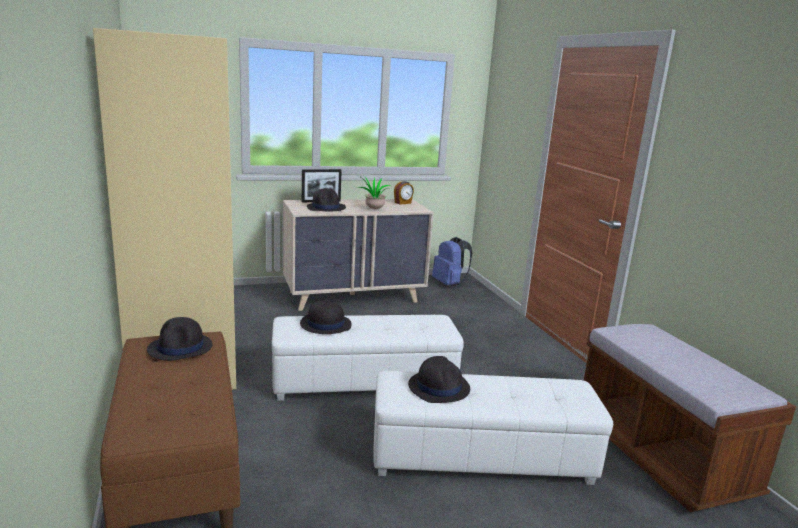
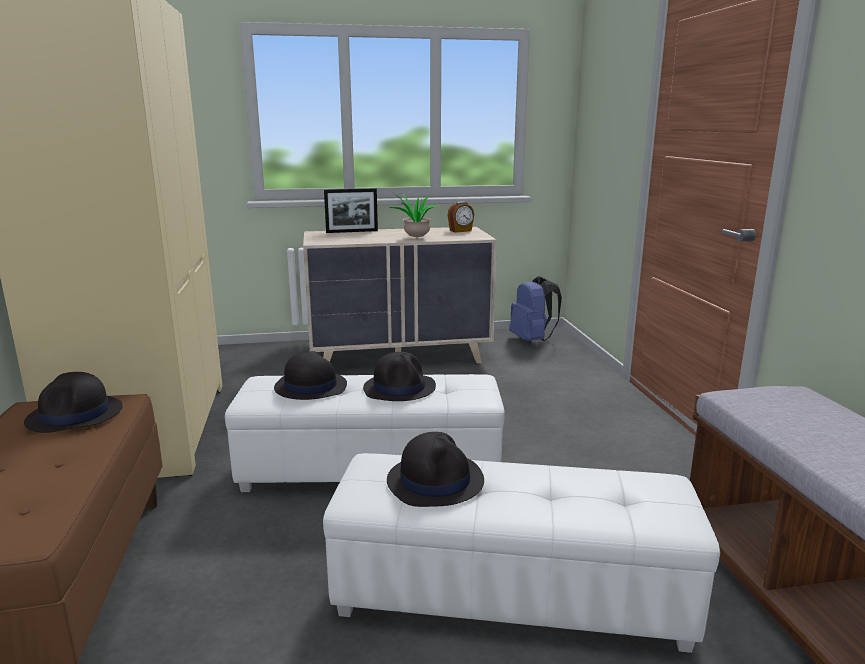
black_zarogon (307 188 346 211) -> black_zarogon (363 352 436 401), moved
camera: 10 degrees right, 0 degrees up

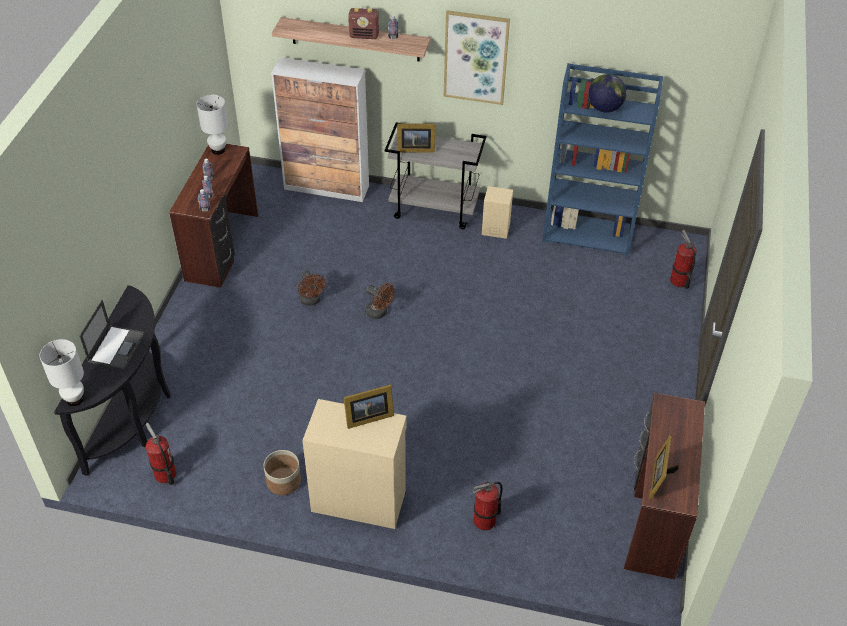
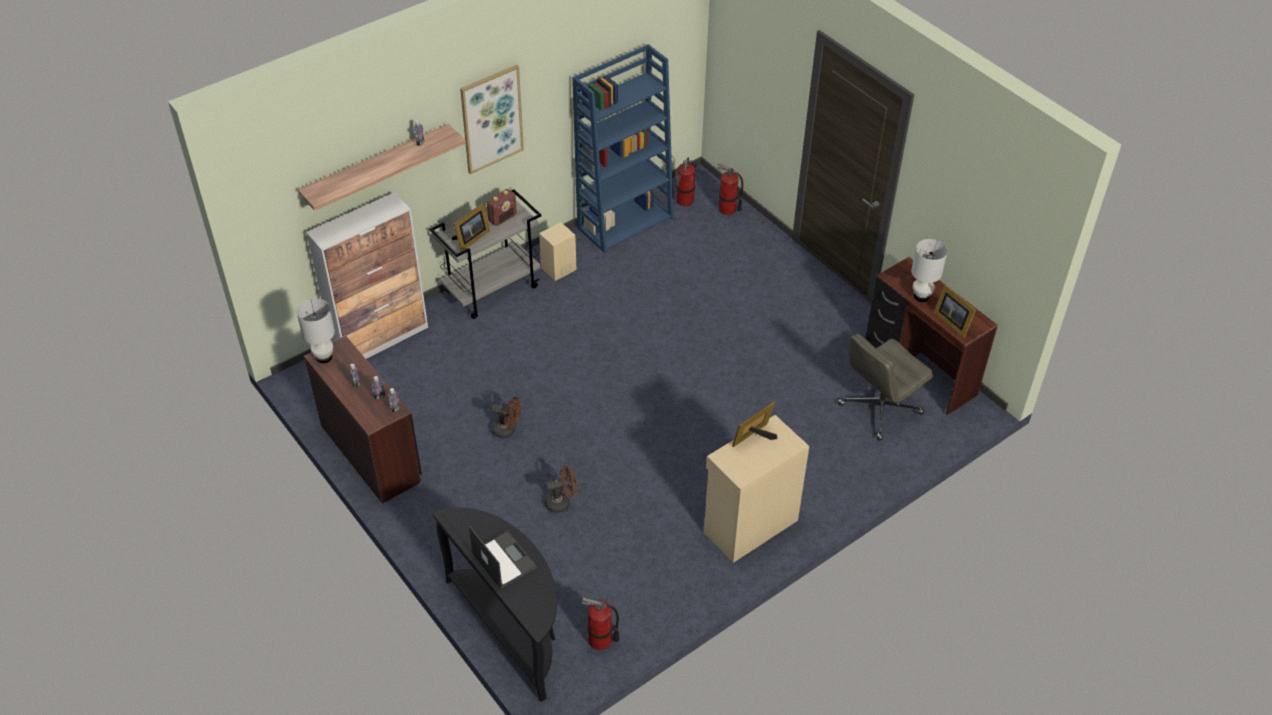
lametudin (348 8 379 39) -> lametudin (487 189 517 226), moved
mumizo (588 74 626 113) -> none
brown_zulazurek (365 283 394 319) -> brown_zulazurek (545 466 577 513), moved
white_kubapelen (40 339 84 406) -> white_kubapelen (911 239 948 302), moved
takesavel (343 384 394 429) -> takesavel (732 402 777 447), 150 degrees counterclockwise
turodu (264 450 301 495) -> none
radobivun (473 481 503 530) -> radobivun (676 158 695 206), moved
none -> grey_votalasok (838 334 933 440)
camera: 50 degrees left, 0 degrees up

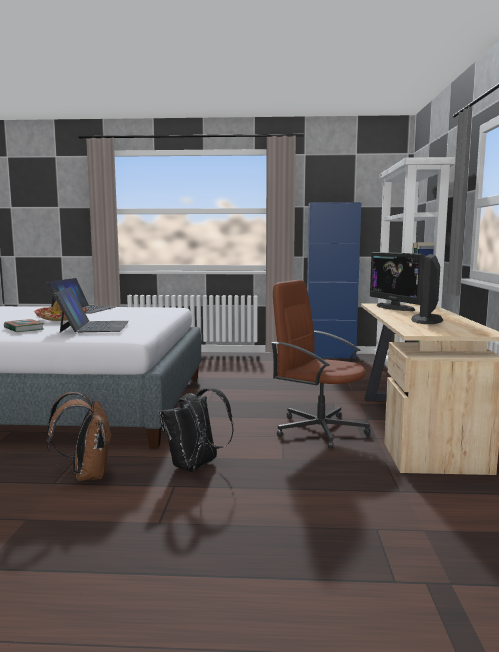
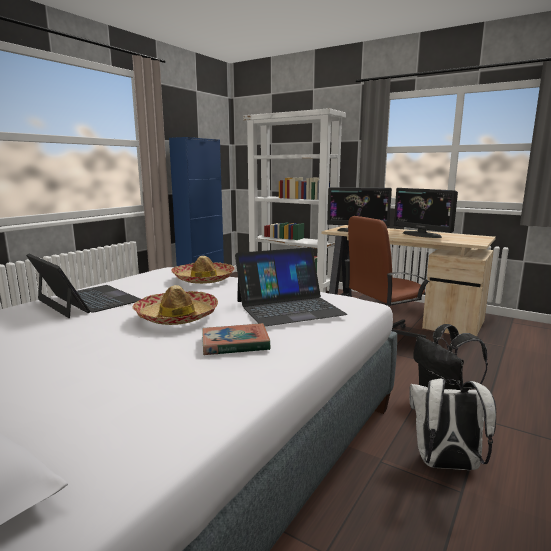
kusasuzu (53 287 129 333) -> kusasuzu (235 247 347 326), 135 degrees clockwise
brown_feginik (47 392 112 481) -> white_feginik (410 378 496 470)
none -> zarogon (171 256 234 284)
camera: 60 degrees left, 5 degrees up

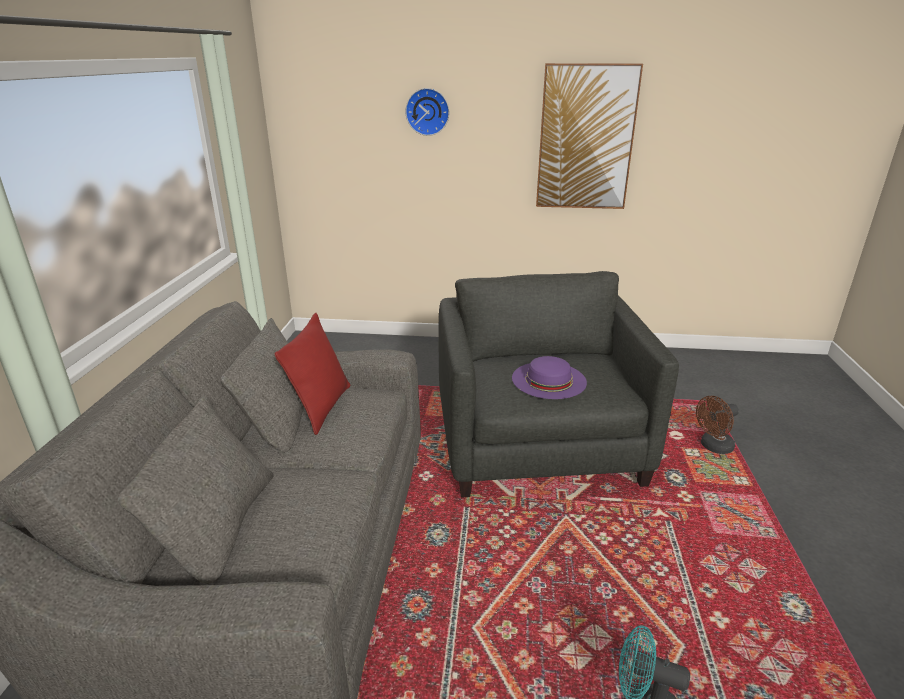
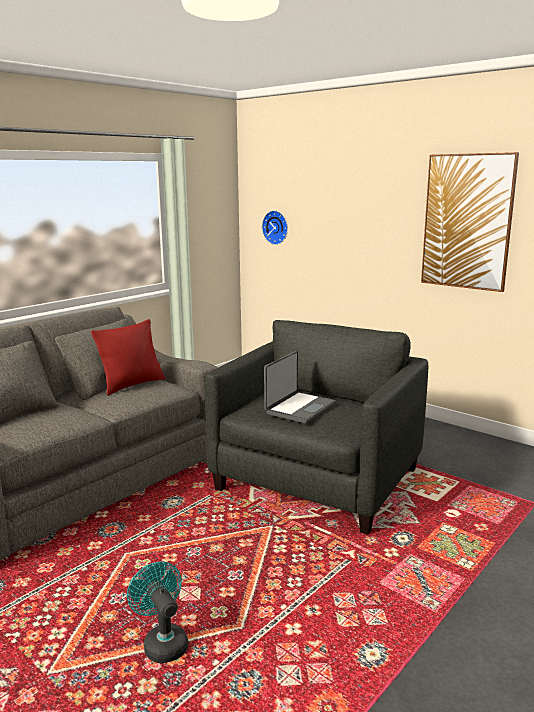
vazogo (405 88 449 136) -> vazogo (262 210 288 245), moved
purple_zarogon (512 356 587 399) -> kusasuzu (264 351 336 423)
brown_zulazurek (696 396 739 454) -> none
camera: 35 degrees right, 10 degrees down

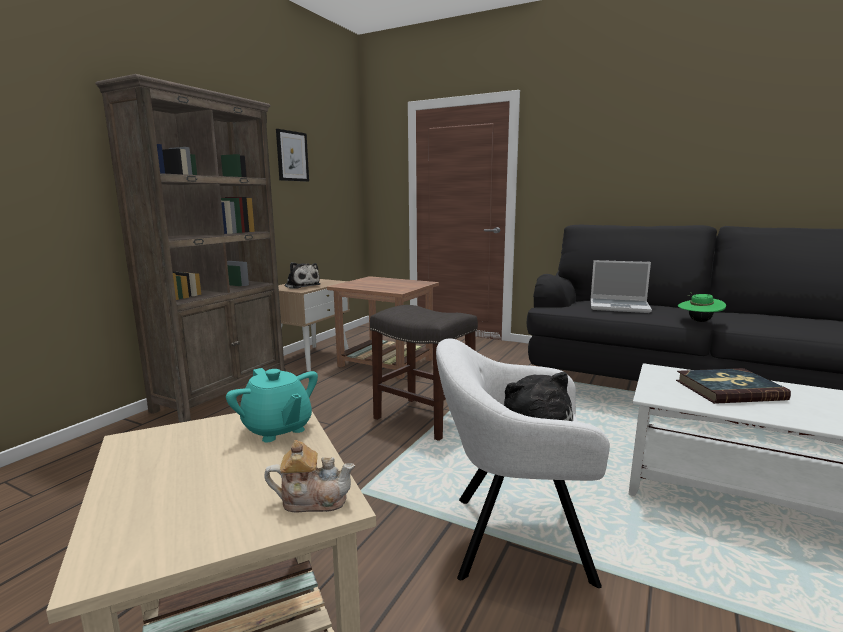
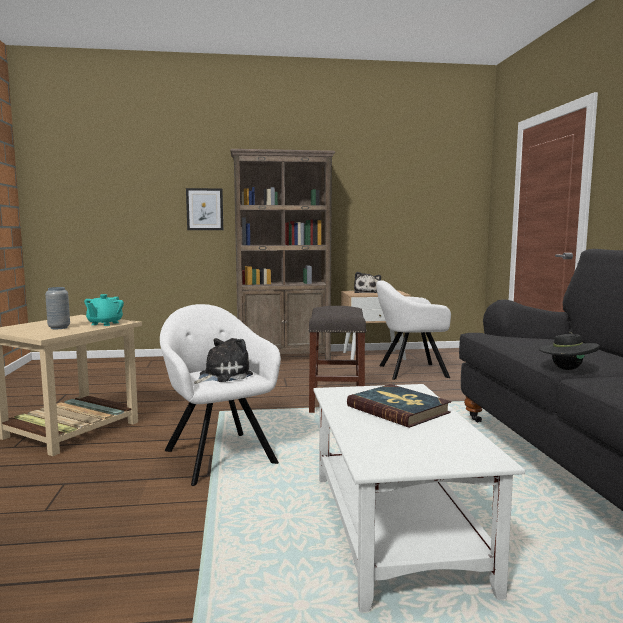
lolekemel (276 129 309 182) -> lolekemel (186 188 223 230), moved
kusasuzu (591 260 652 313) -> none
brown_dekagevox (327 276 439 379) -> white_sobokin (376 280 451 380)
green_zarogon (678 292 726 322) -> black_zarogon (539 331 599 370)
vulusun (264 440 355 513) -> none
none -> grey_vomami (45 287 70 329)
camera: 55 degrees right, 5 degrees down

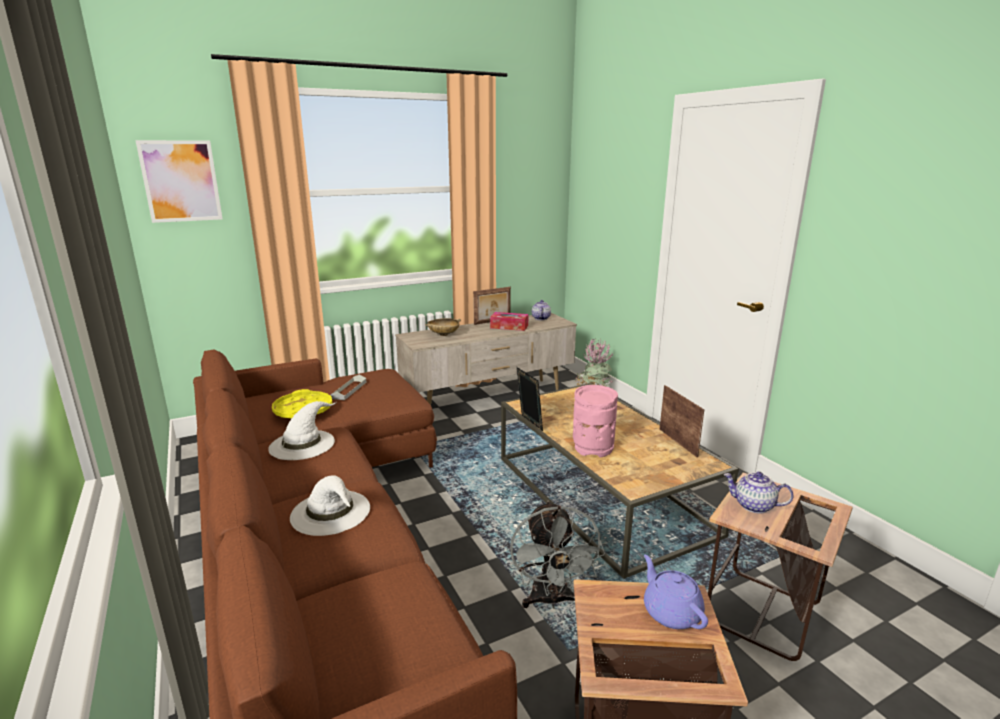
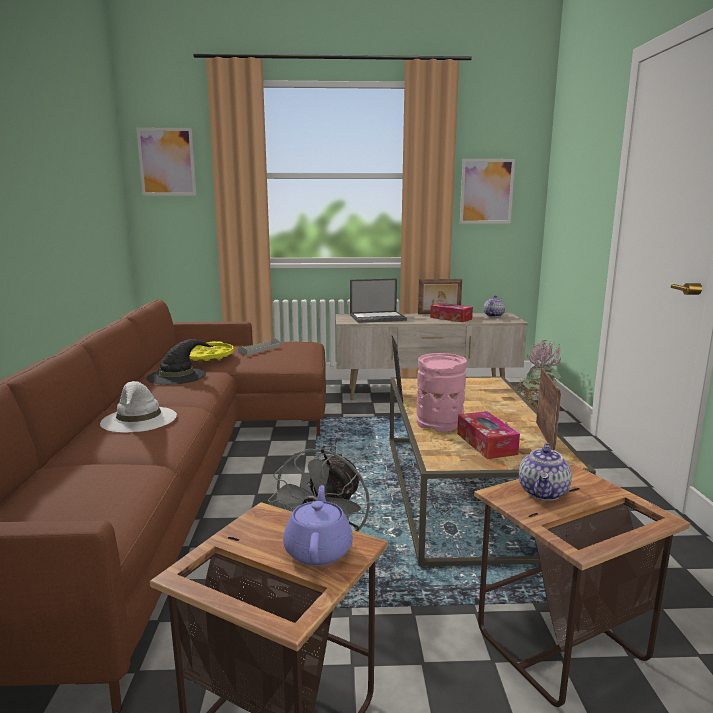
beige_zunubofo (425 318 461 336) -> kusasuzu (350 278 407 323)
white_zarogon (268 401 336 460) -> black_zarogon (146 339 215 385)
vulusun (724 471 794 514) -> vulusun (519 443 572 500), 120 degrees counterclockwise
none -> lolekemel (460 159 515 224)
none -> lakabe (457 411 520 459)
camera: 25 degrees right, 5 degrees down

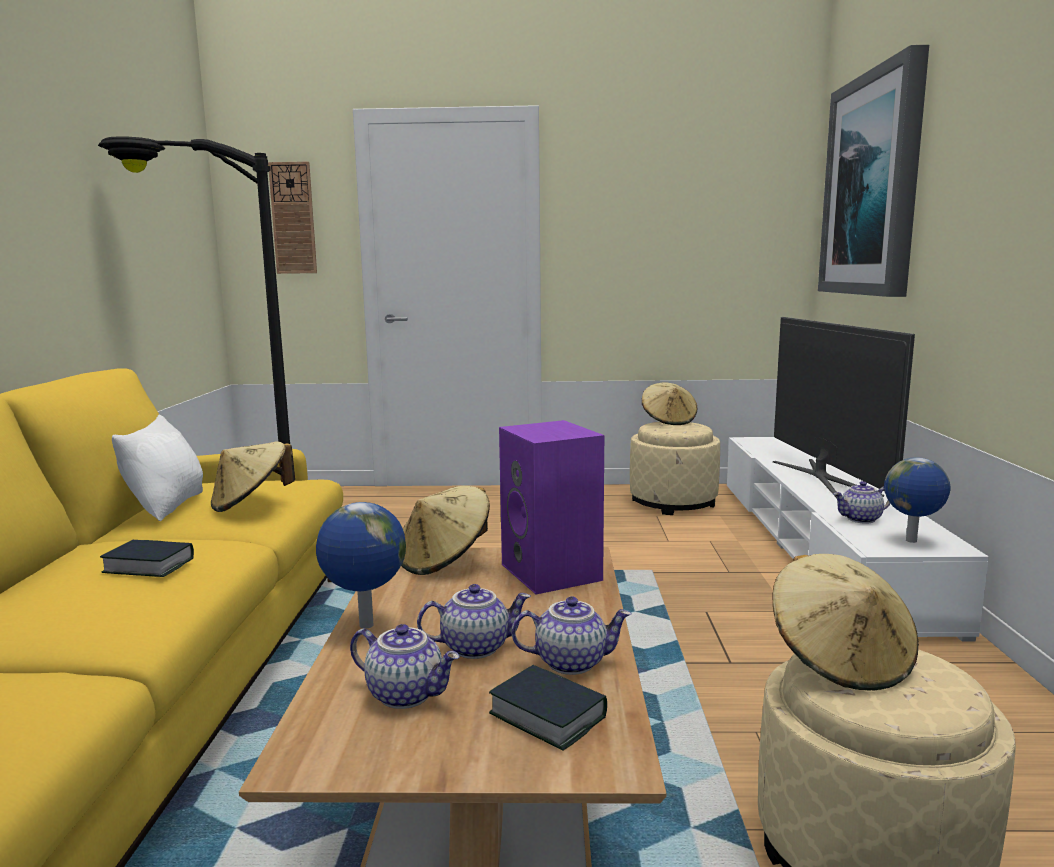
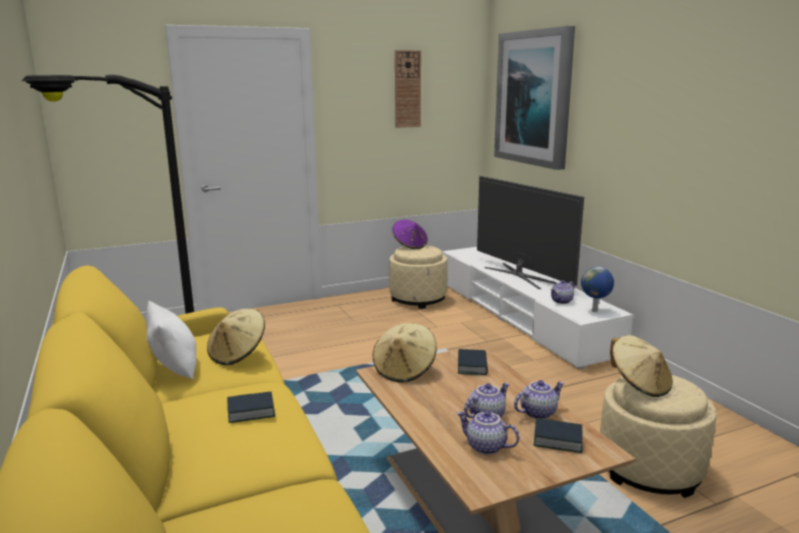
vazogo (268 162 317 274) -> vazogo (395 50 421 128), moved
beige_zarogon (642 383 698 425) -> purple_zarogon (393 220 428 249)
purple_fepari (499 420 604 595) -> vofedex (458 349 488 375)
mumizo (316 502 406 629) -> none
vulusun (350 624 460 709) -> vulusun (457 411 519 455), 150 degrees counterclockwise
camera: 25 degrees left, 5 degrees up

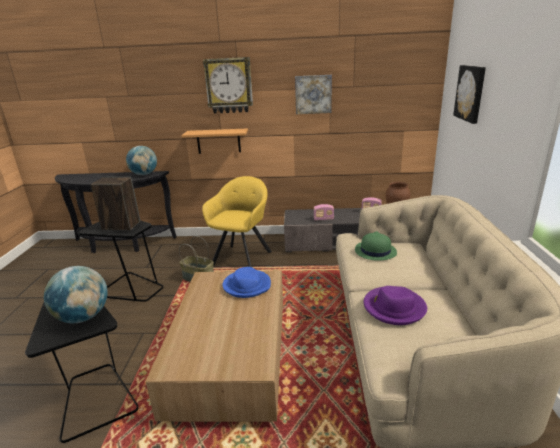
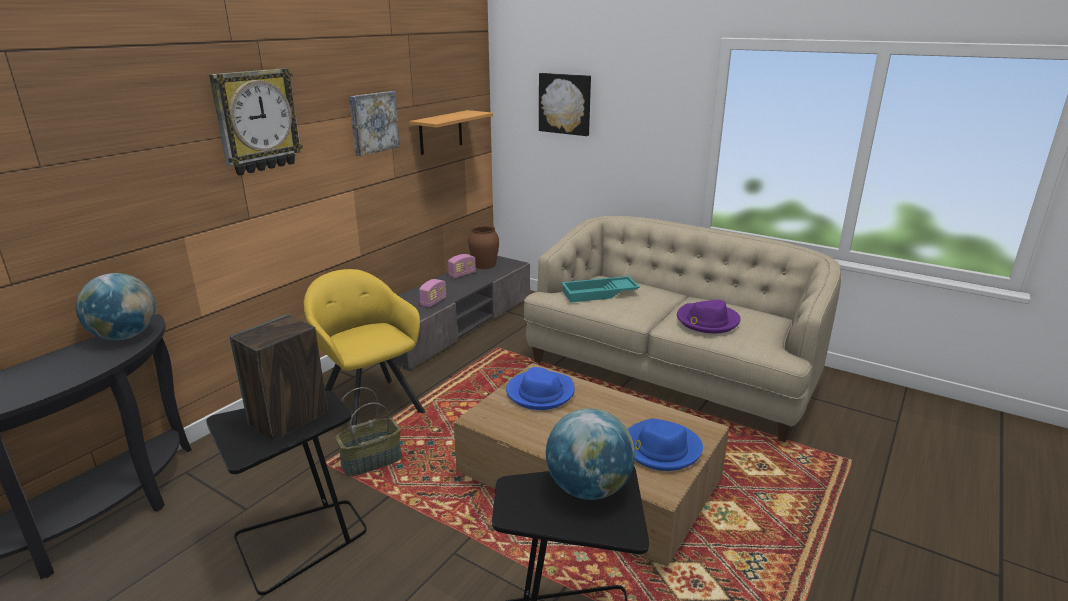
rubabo (181 128 248 154) -> rubabo (410 110 493 155), moved
green_zarogon (355 231 397 261) -> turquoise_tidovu (561 276 640 302)
none -> blue_zarogon (628 418 703 471)
camera: 60 degrees left, 0 degrees up

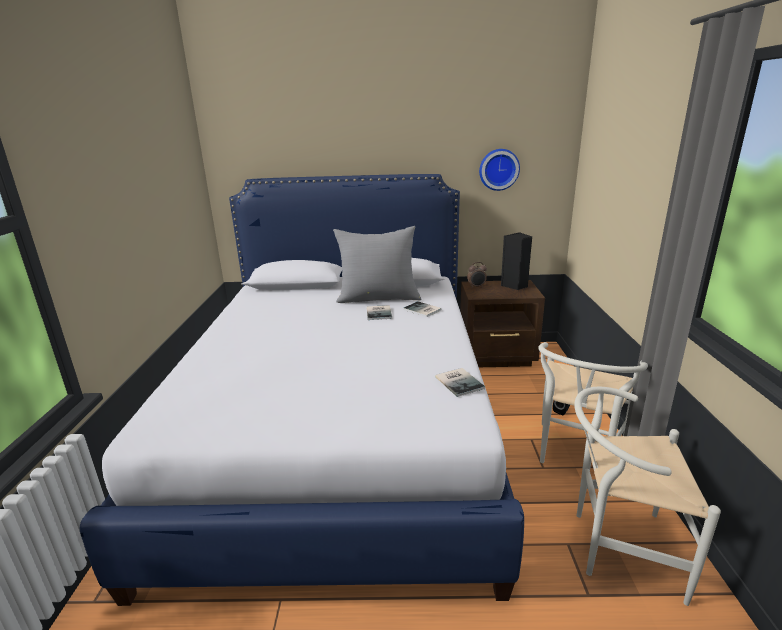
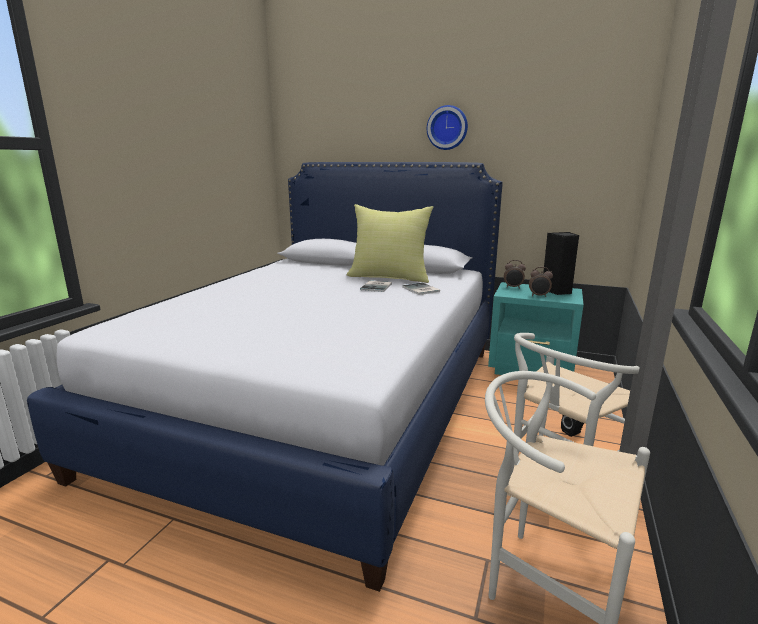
vazogo (479 149 520 191) -> vazogo (427 105 468 150), moved
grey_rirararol (333 226 421 303) -> yellow_rirararol (346 204 433 283)
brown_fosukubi (460 280 545 367) -> turquoise_fosukubi (488 282 584 375)
vofedex (435 368 485 397) -> none
none -> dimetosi (529 267 553 297)
camera: 20 degrees right, 5 degrees down

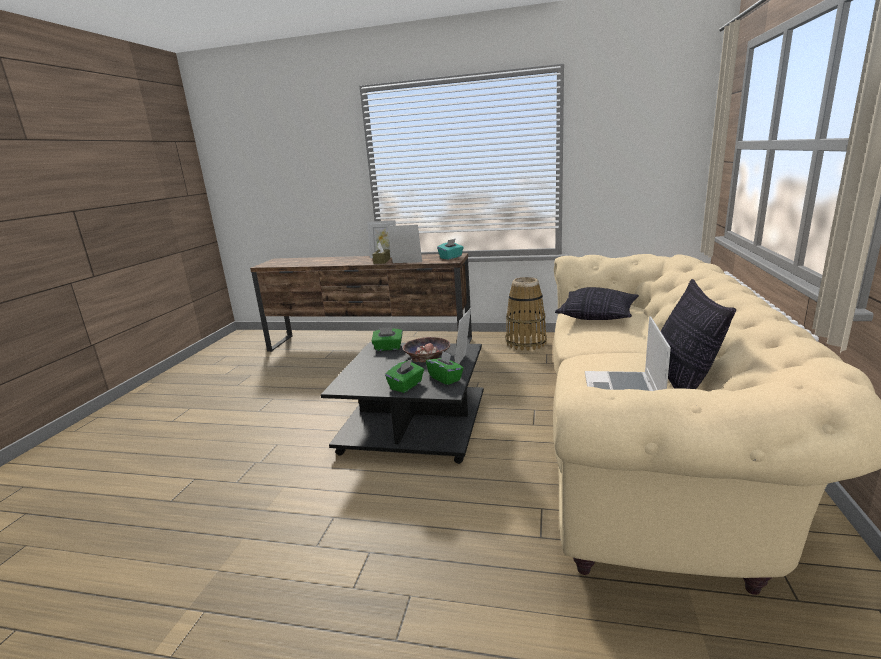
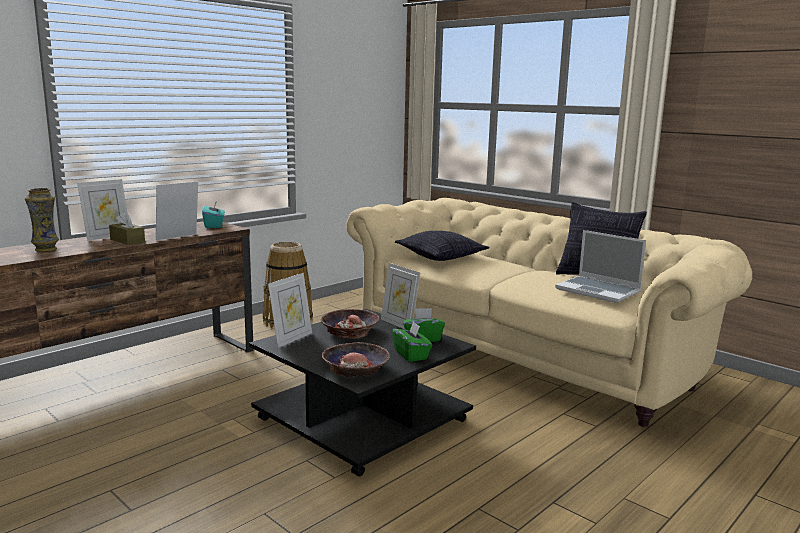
green_lakabe (371 327 403 351) -> takesavel (268 273 312 348)
none -> vomami (25 188 59 251)
none -> zunubofo (322 342 390 377)
camera: 60 degrees left, 5 degrees down

